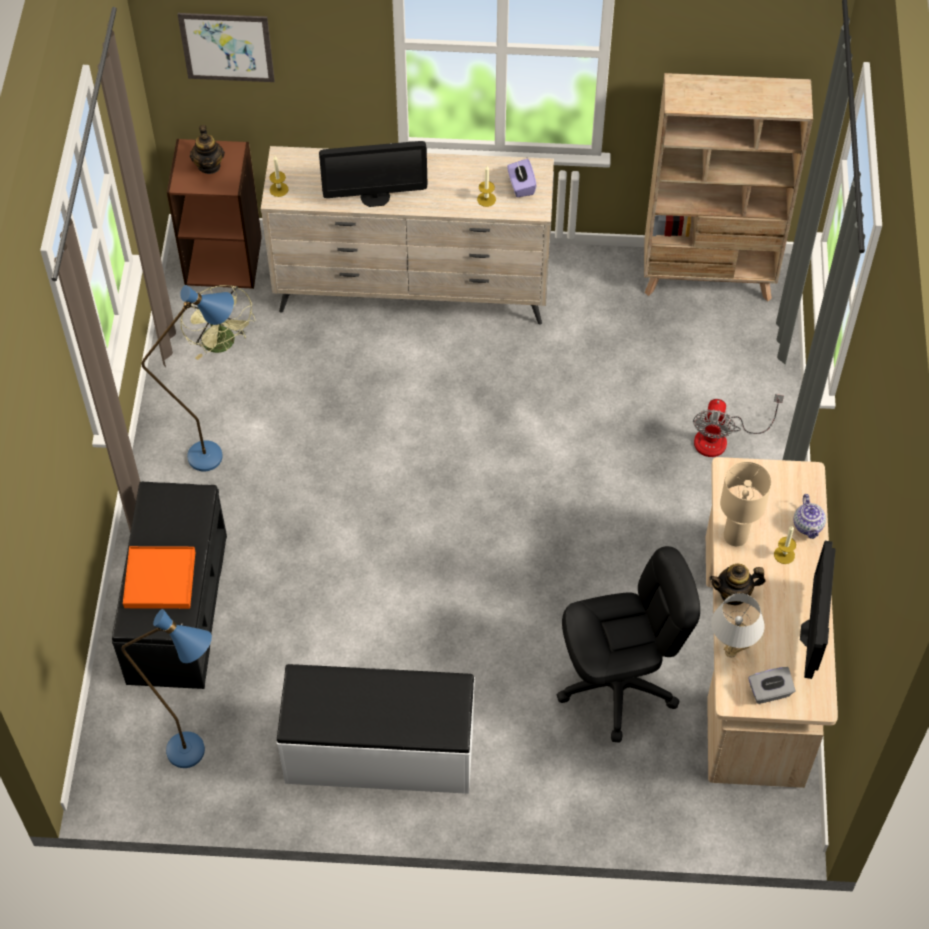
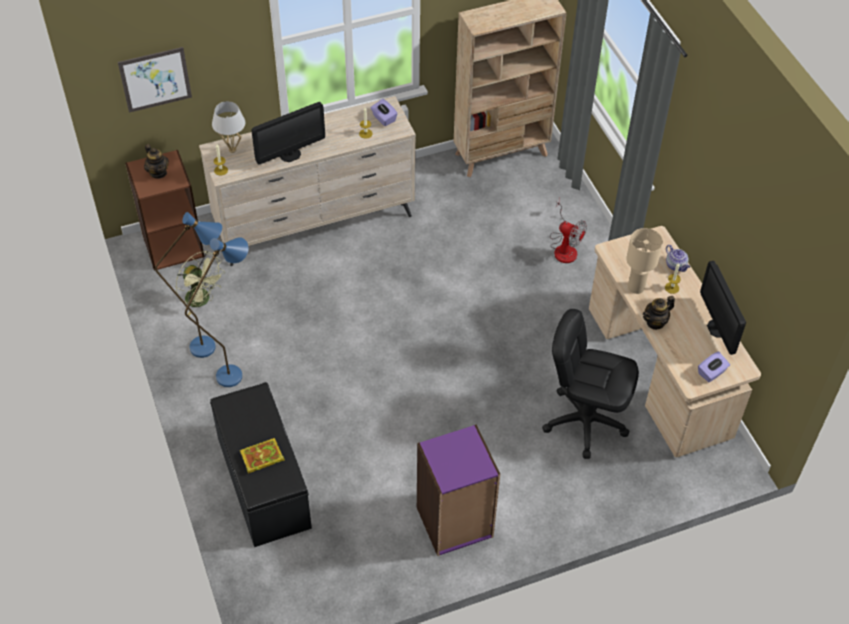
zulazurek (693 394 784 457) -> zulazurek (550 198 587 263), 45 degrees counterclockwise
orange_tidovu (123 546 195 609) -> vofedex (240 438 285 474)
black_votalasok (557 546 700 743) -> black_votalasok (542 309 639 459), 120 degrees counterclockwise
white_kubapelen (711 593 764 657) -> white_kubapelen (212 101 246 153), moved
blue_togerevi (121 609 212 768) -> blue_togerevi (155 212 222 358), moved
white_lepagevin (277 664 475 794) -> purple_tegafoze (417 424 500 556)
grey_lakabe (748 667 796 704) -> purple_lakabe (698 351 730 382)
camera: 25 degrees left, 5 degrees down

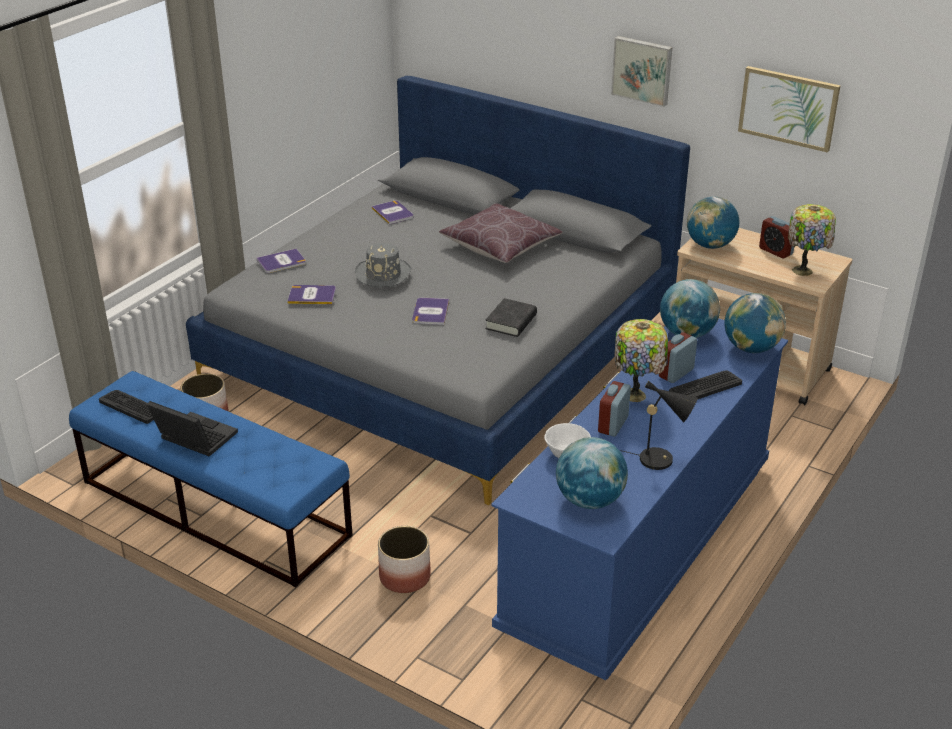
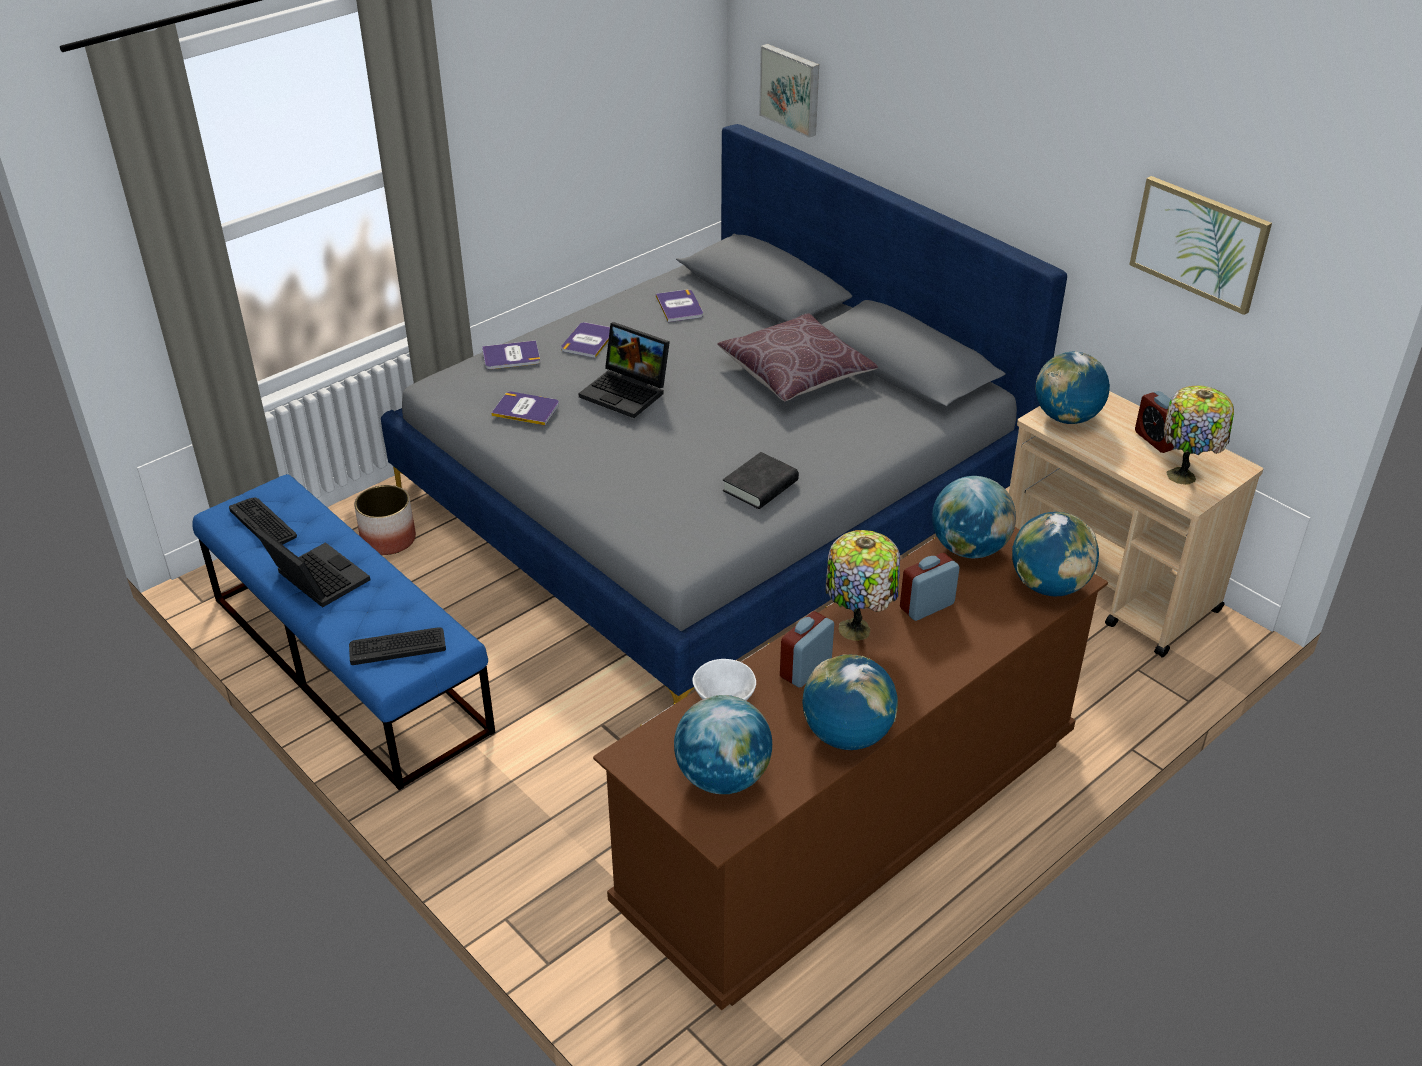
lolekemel (611 36 672 107) -> lolekemel (759 44 819 138), moved
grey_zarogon (355 243 411 288) -> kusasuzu (578 322 670 418)
vofedex (412 298 449 325) -> vofedex (561 322 610 358), moved
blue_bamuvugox (491 319 788 680) -> brown_bamuvugox (593 527 1108 1010)
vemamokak (669 370 742 400) -> vemamokak (349 627 446 665), moved
black_kubapelen (620 381 698 470) -> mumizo (802 654 898 750)
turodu (378 526 431 593) -> none
camera: 15 degrees right, 5 degrees up

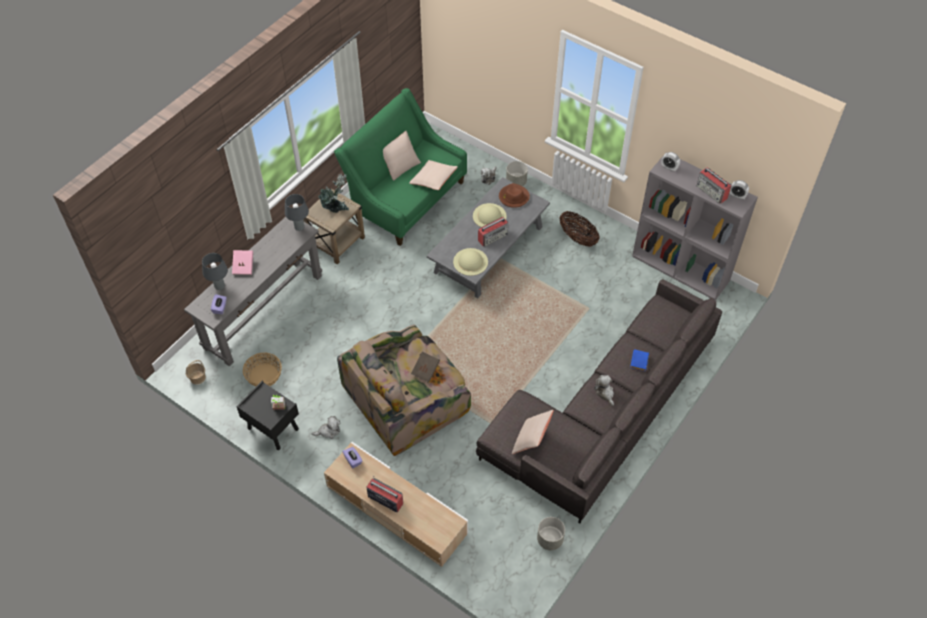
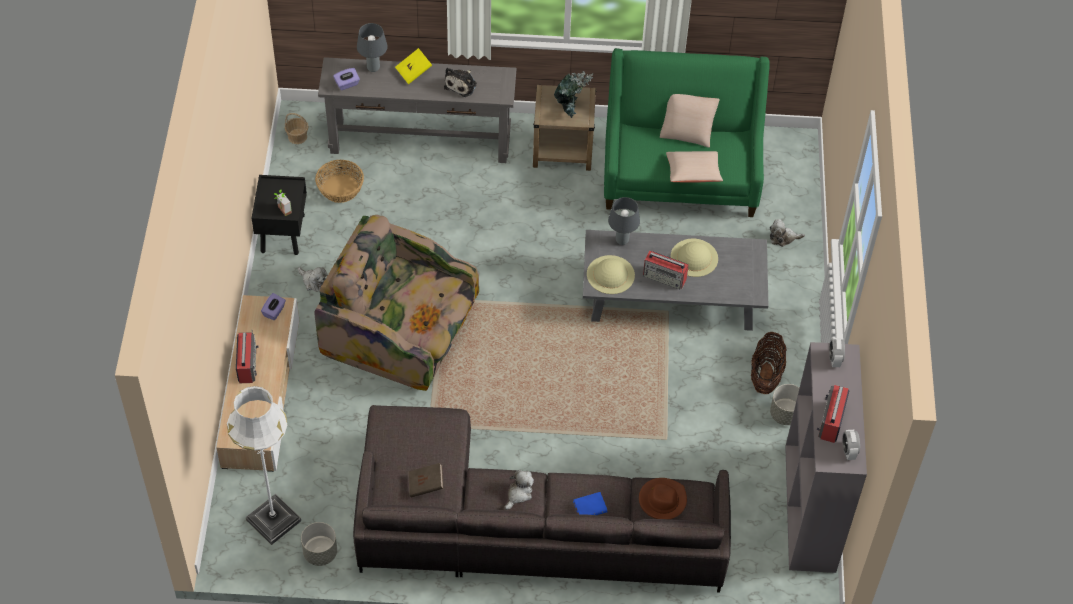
grey_turodu (506 161 528 186) -> grey_turodu (770 384 799 425), moved
brown_zarogon (499 183 530 208) -> brown_zarogon (639 478 687 519), moved
grey_kubapelen (285 194 309 231) -> grey_kubapelen (608 197 640 245), moved
pink_vofedex (232 250 253 275) -> yellow_vofedex (395 48 432 84)
brown_vofedex (411 352 440 383) -> brown_vofedex (408 463 443 497), moved
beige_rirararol (512 410 554 454) -> none
none -> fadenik (444 68 477 97)
none -> white_togerevi (227 386 301 545)
camera: 55 degrees right, 0 degrees up

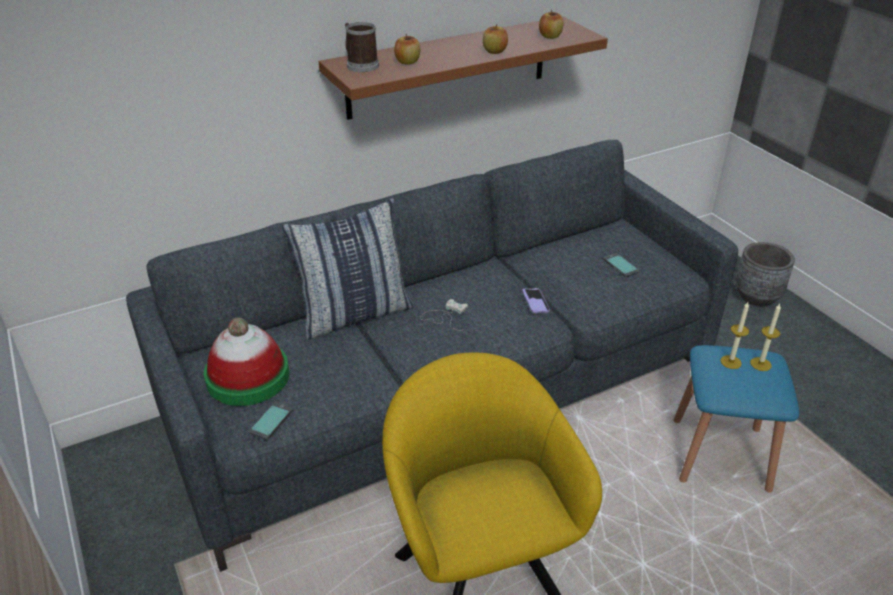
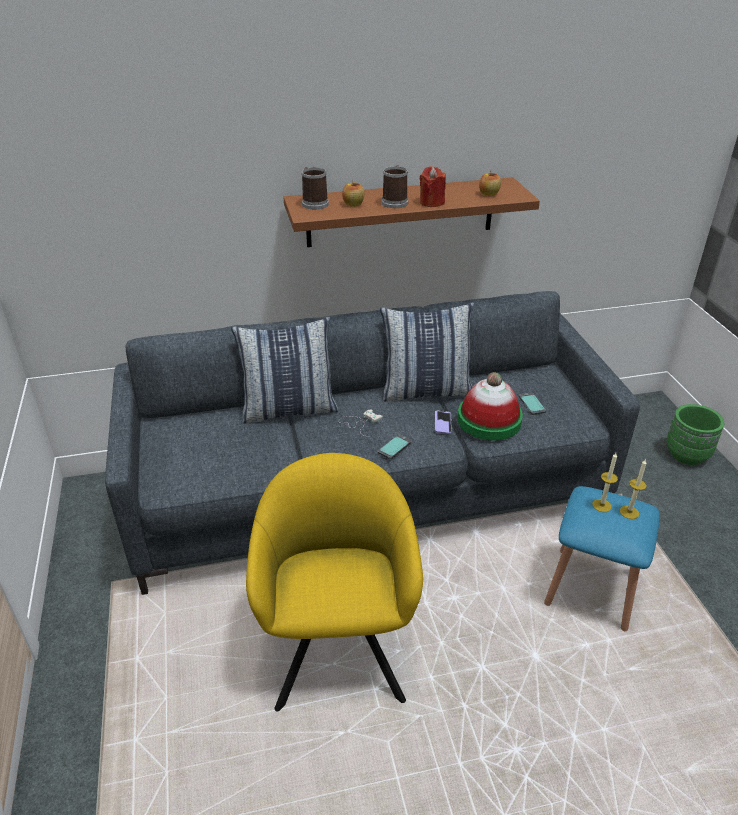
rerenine (483 25 508 54) -> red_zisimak (420 166 446 207)
grey_turodu (735 242 795 307) -> green_turodu (667 404 724 465)
zarogon (204 318 289 406) -> zarogon (458 372 523 441), moved
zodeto (249 402 293 440) -> zodeto (378 434 412 460), moved
none -> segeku (382 165 408 208)
none -> rirararol (380 303 474 402)
camera: 15 degrees right, 0 degrees up

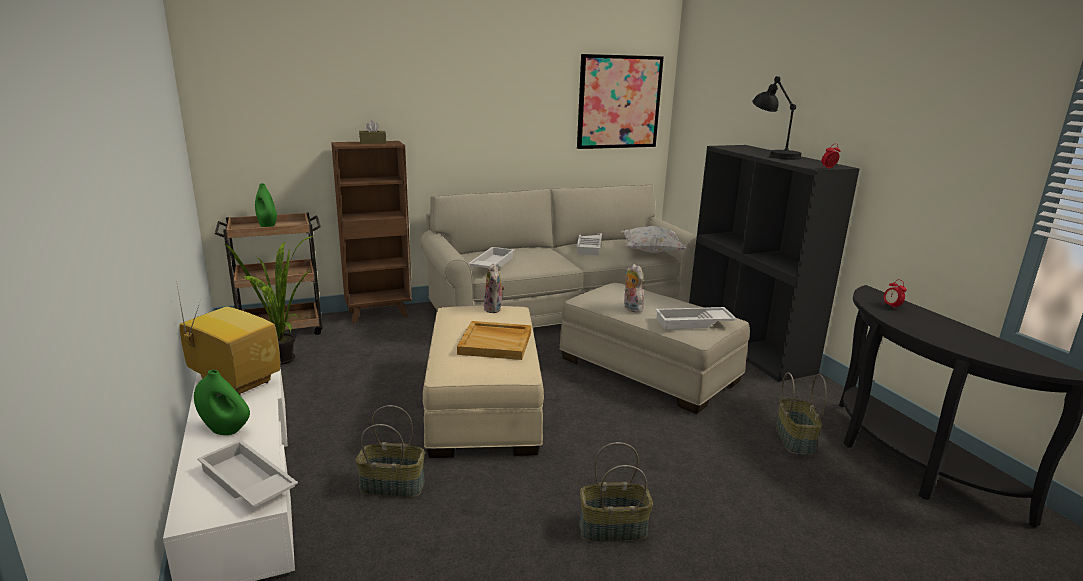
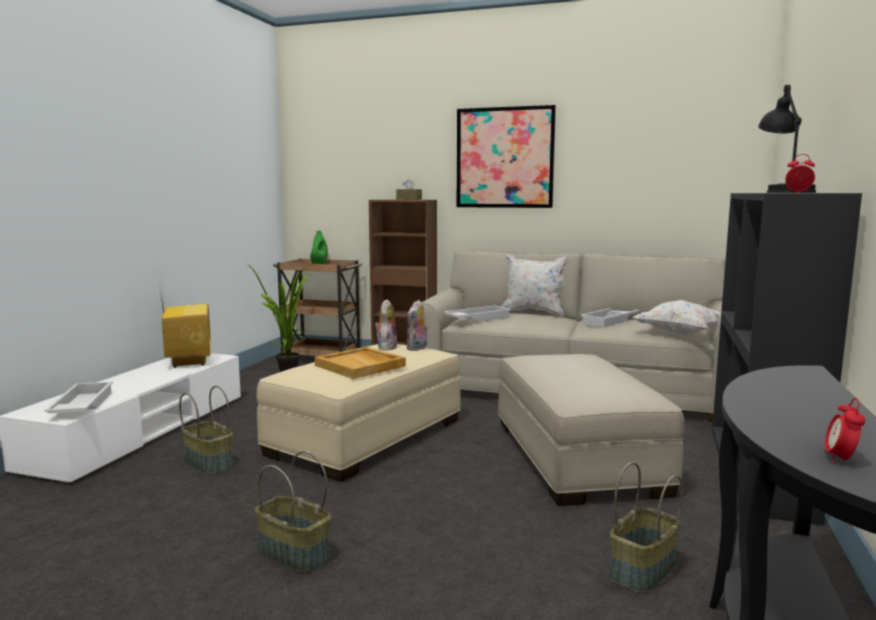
lolekemel (577 54 664 149) -> lolekemel (457 105 556 208), moved
fadenik (624 264 644 313) -> fadenik (375 299 397 350), moved
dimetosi (884 280 907 307) -> dimetosi (825 398 865 463), moved
white_tidovu (655 307 737 329) -> none
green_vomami (194 370 250 435) -> none
none -> white_rirararol (501 254 568 317)
camera: 40 degrees right, 10 degrees down

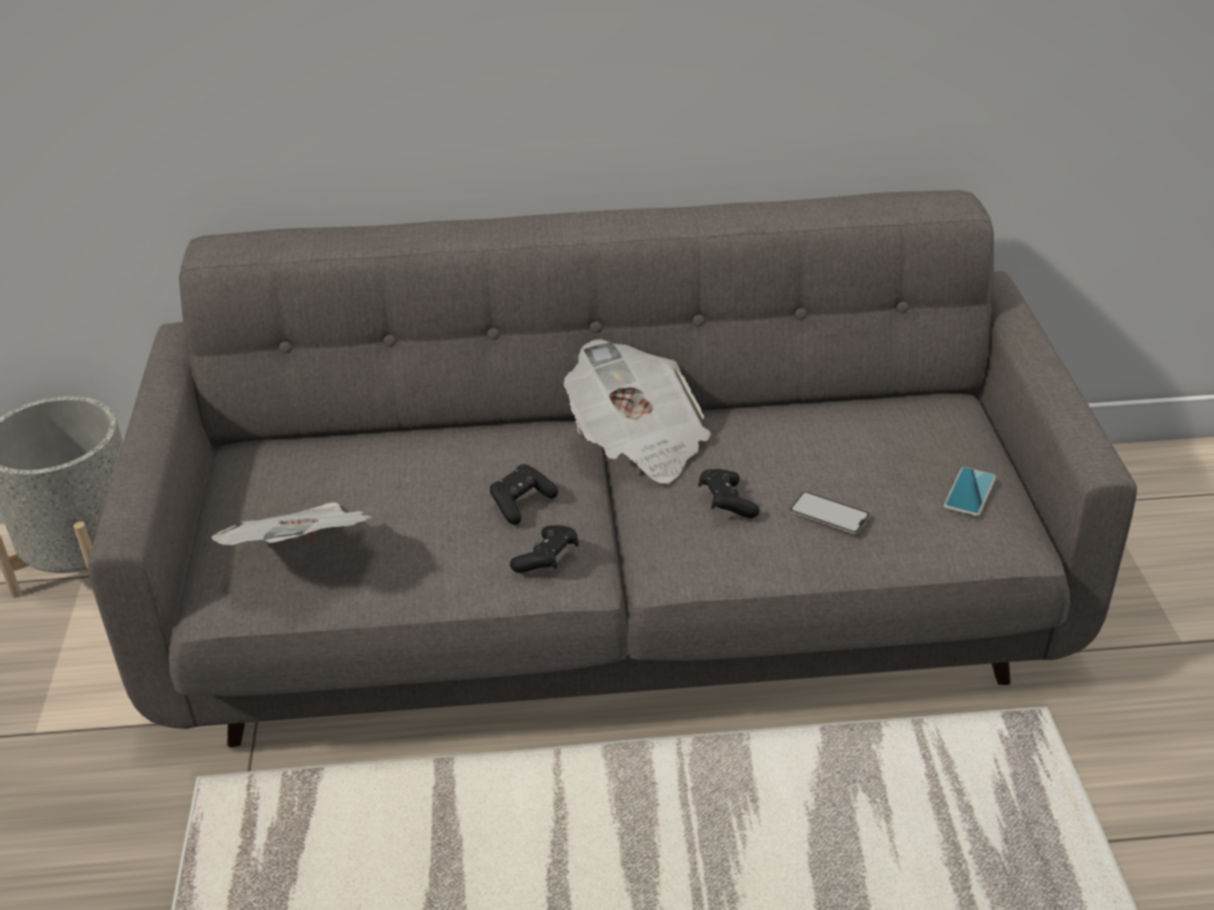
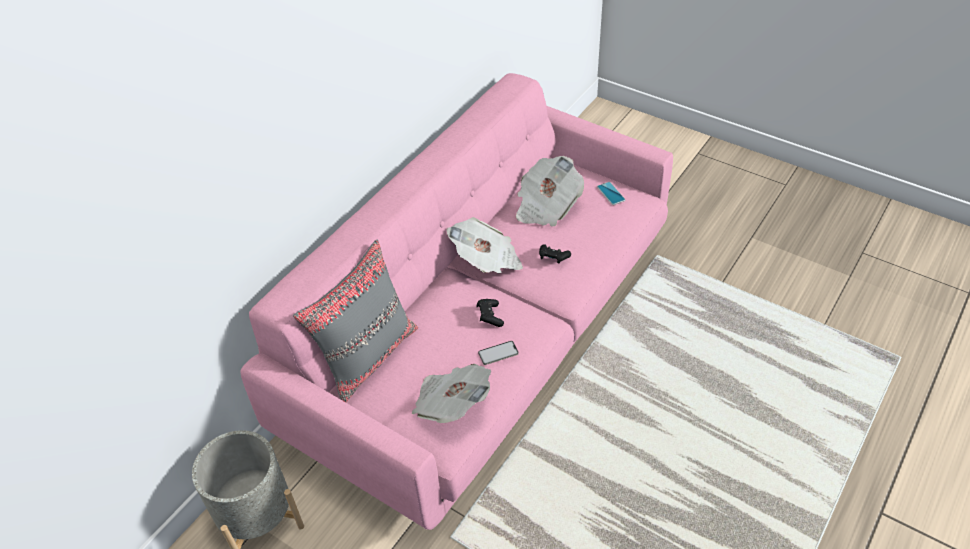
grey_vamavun (88 190 1137 747) -> pink_vamavun (240 73 673 530)
zodeto (790 492 870 534) -> zodeto (478 341 519 365), moved
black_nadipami (510 525 578 573) -> none
none -> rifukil (516 156 584 227)
none -> grey_rirararol (293 239 418 402)
camera: 50 degrees left, 10 degrees up

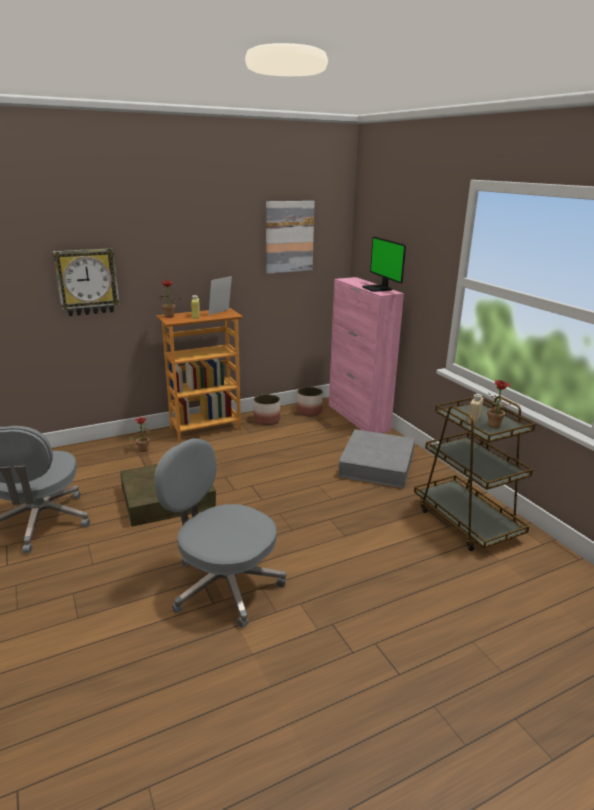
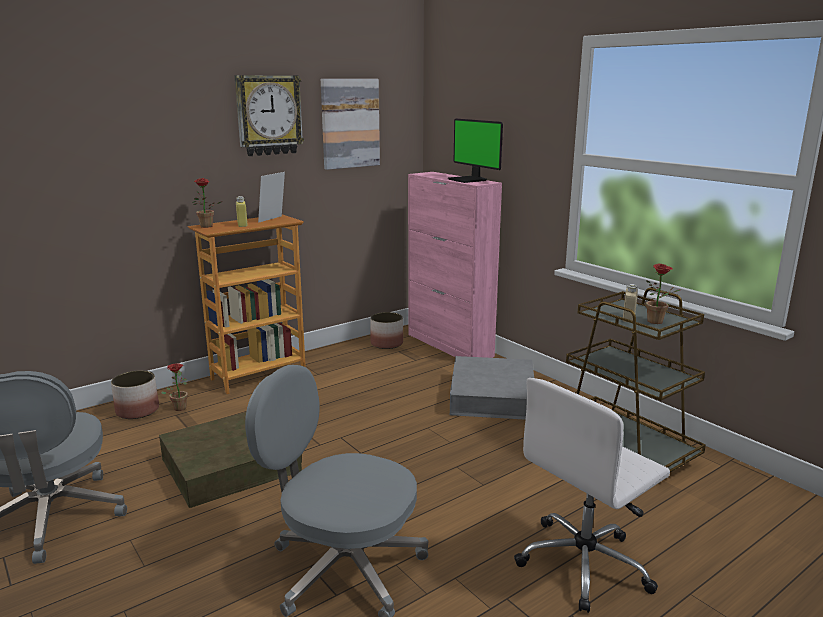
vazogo (53 248 120 316) -> vazogo (234 75 304 156), moved
turodu (254 394 280 425) -> turodu (111 370 159 419), moved
none -> white_votalasok (514 378 670 613)
camera: 10 degrees left, 5 degrees down

